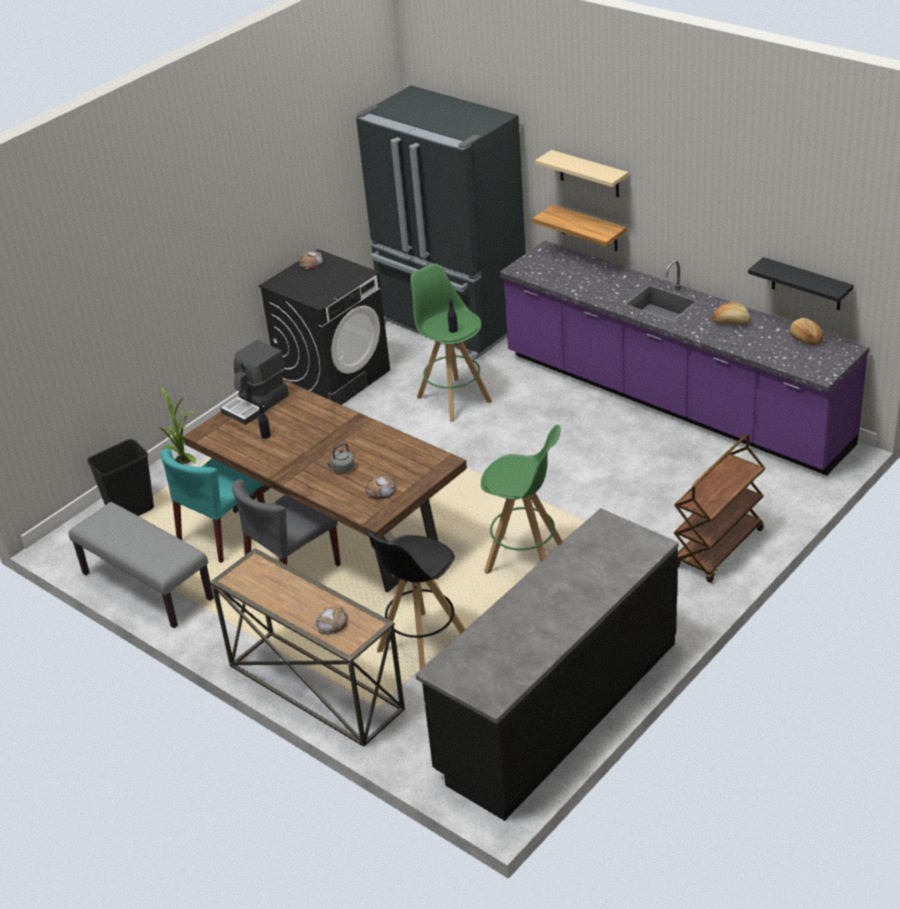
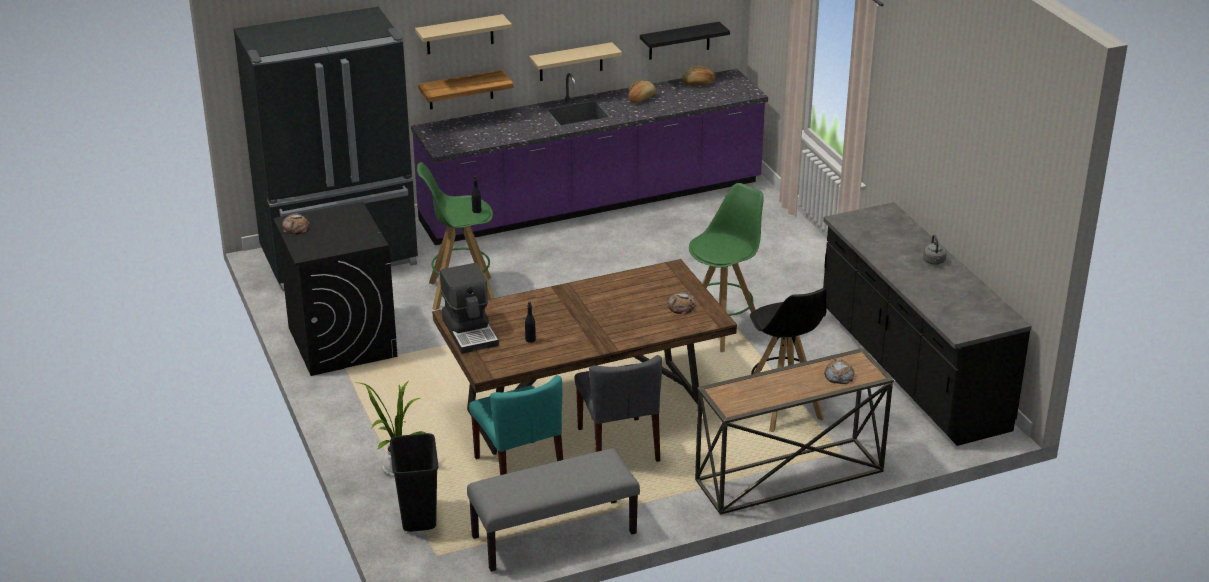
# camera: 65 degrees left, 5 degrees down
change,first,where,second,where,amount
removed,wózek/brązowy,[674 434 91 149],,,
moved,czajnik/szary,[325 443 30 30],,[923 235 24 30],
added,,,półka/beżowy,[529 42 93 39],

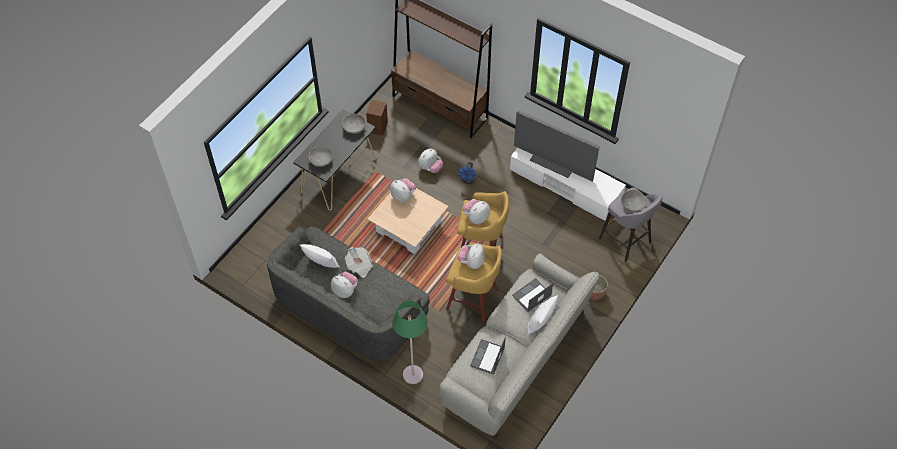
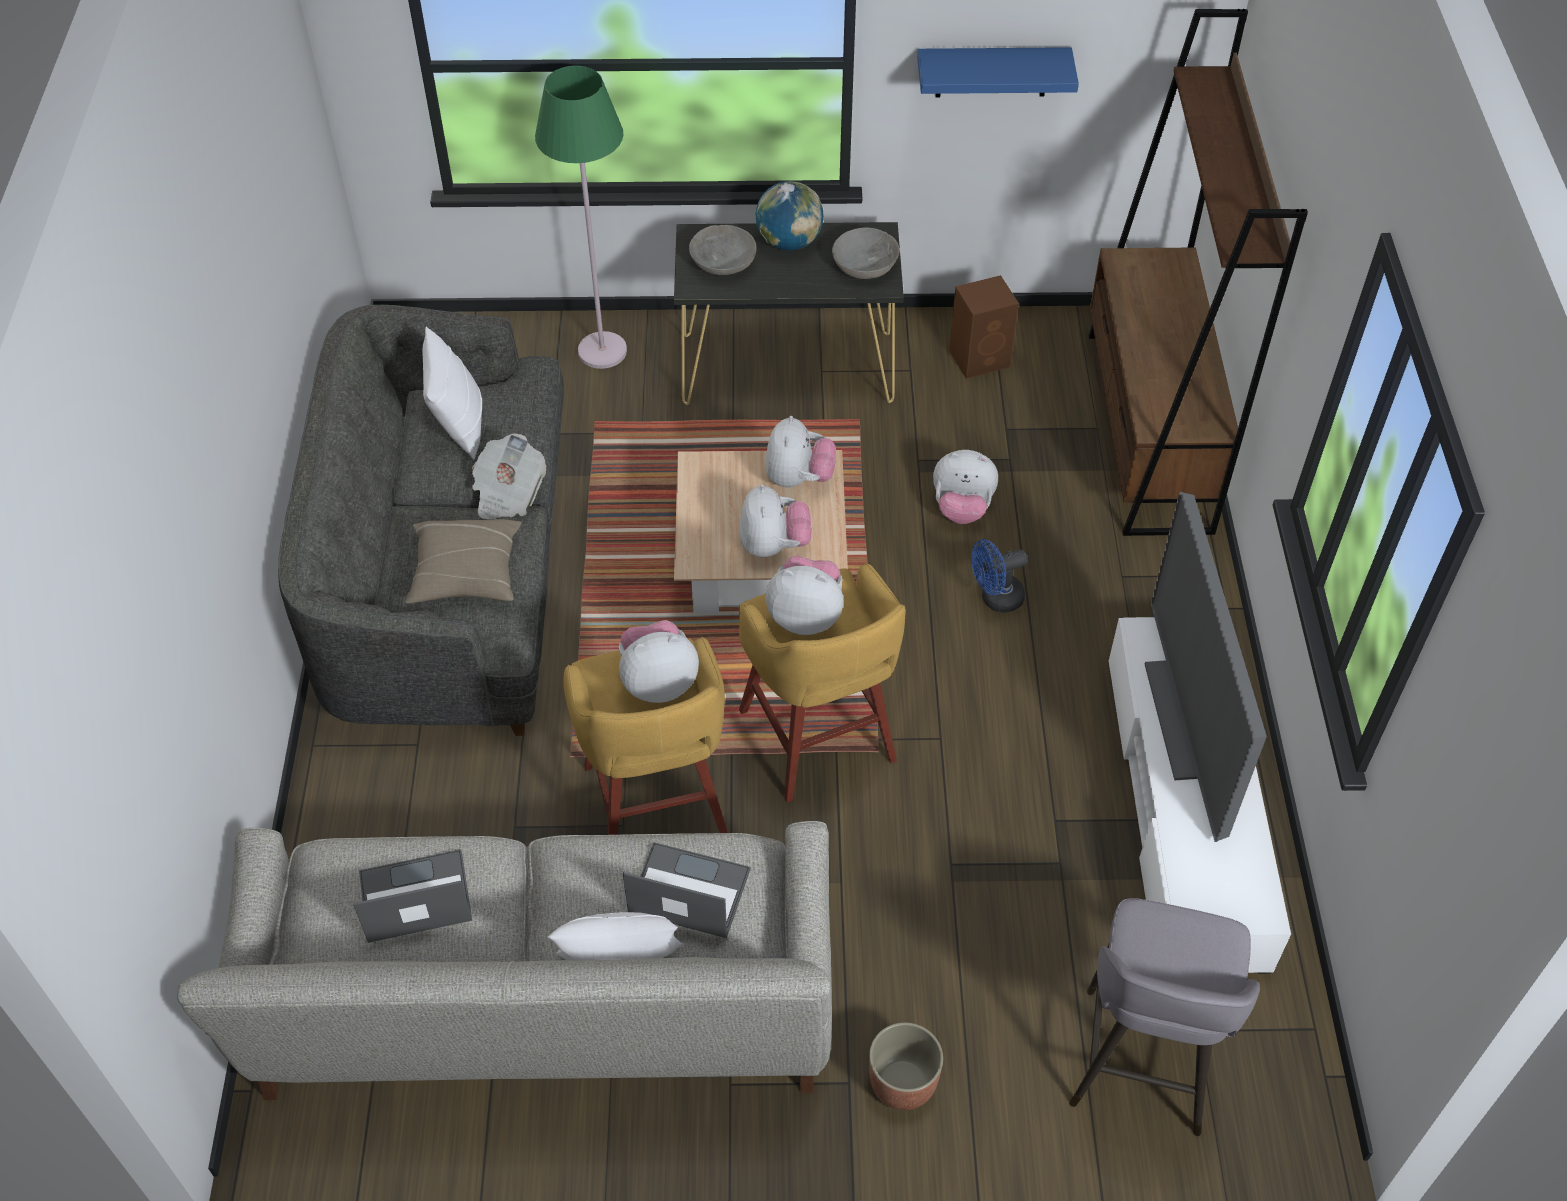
# camera: 55 degrees right, 5 degrees down
change,first,where,second,where,amount
removed,miska/szary,[621 190 26 22],,,
moved,pluszak,[331 272 27 26],,[739 484 73 73],
moved,lampa stojąca/zielony,[392 300 36 84],,[535 66 92 303],
added,,,półka/niebieski,[917 47 162 50],
added,,,globus,[756 181 68 70],
added,,,poduszka/beżowy,[405 519 117 84],

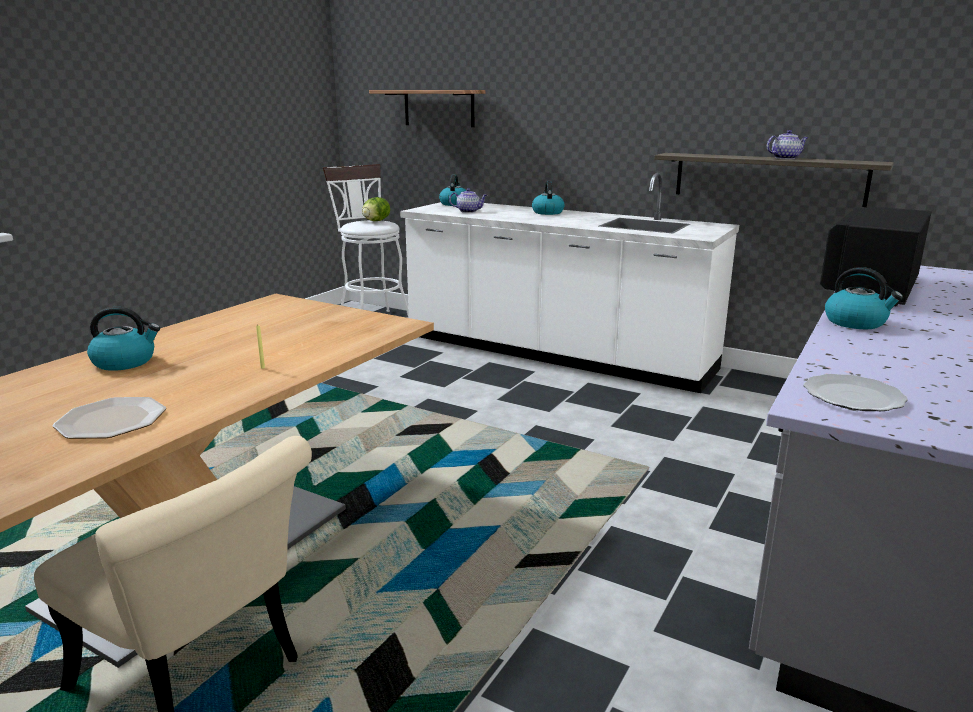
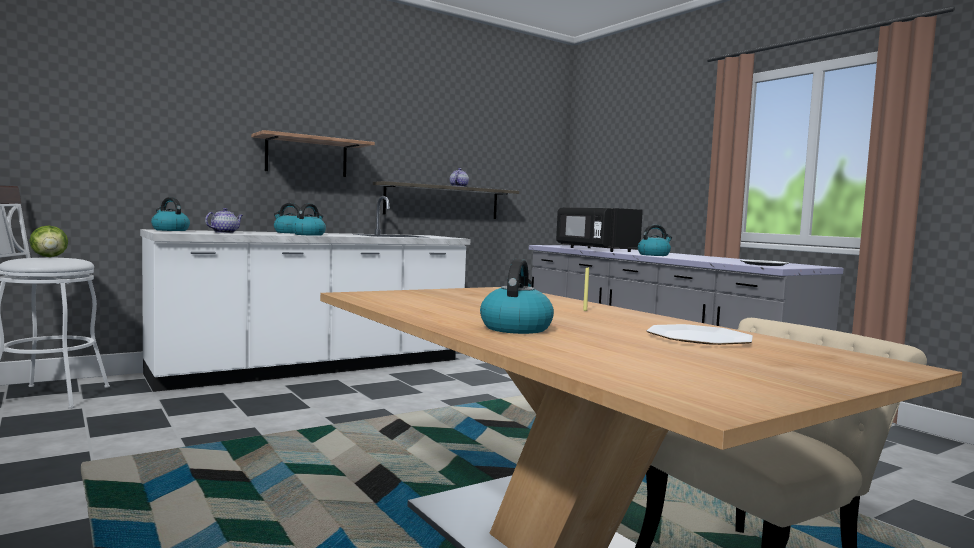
# camera: 65 degrees left, 15 degrees down
change,first,where,second,where,amount
moved,półka,[369 90 117 37],,[251 130 124 47],
added,,,czajnik,[292 203 34 33],

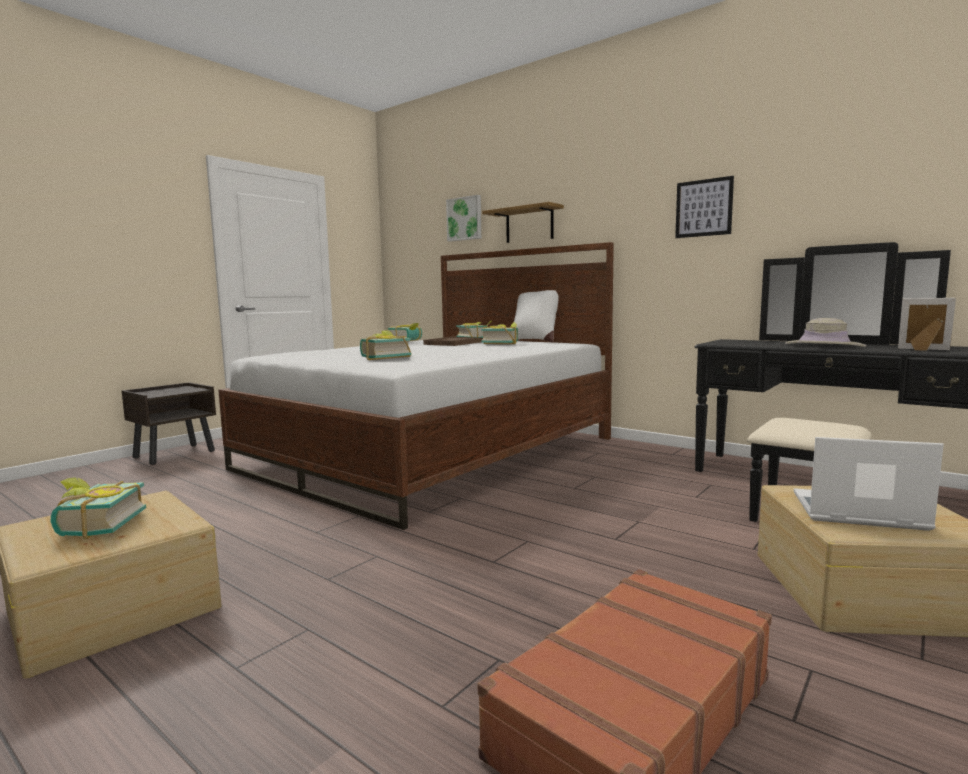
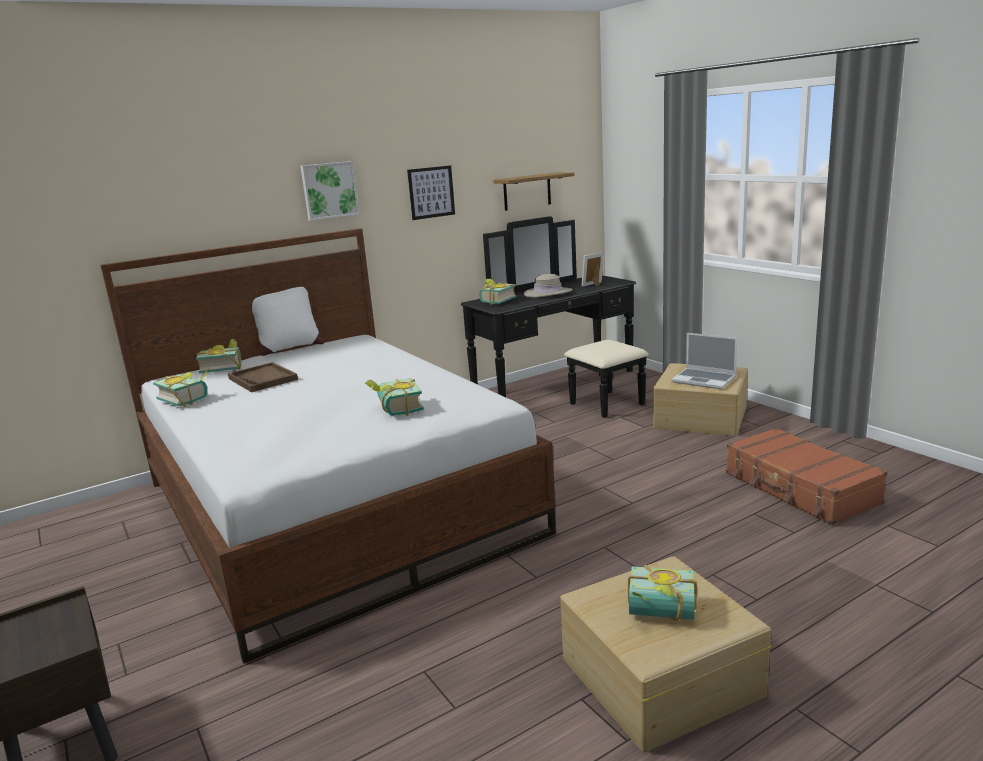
# camera: 70 degrees left, 10 degrees up
change,first,where,second,where,amount
moved,obraz,[446 195 35 47],,[301 161 59 60],
moved,półka,[482 202 82 41],,[493 172 82 39],
moved,książka,[481 322 37 22],,[479 279 38 26],
turned,laptop,[794 437 150 94],,[671 333 66 56],90 degrees counterclockwise

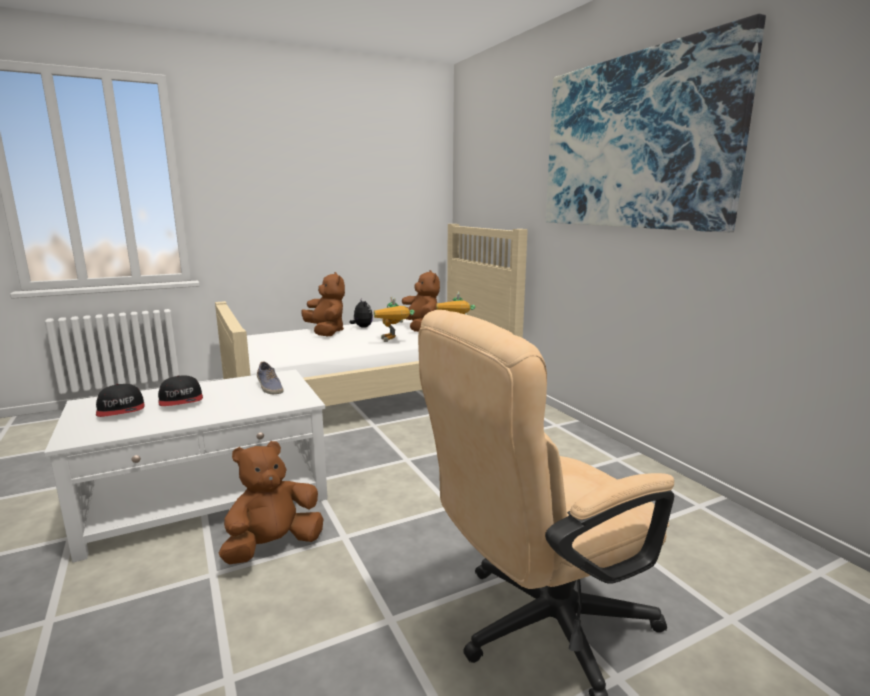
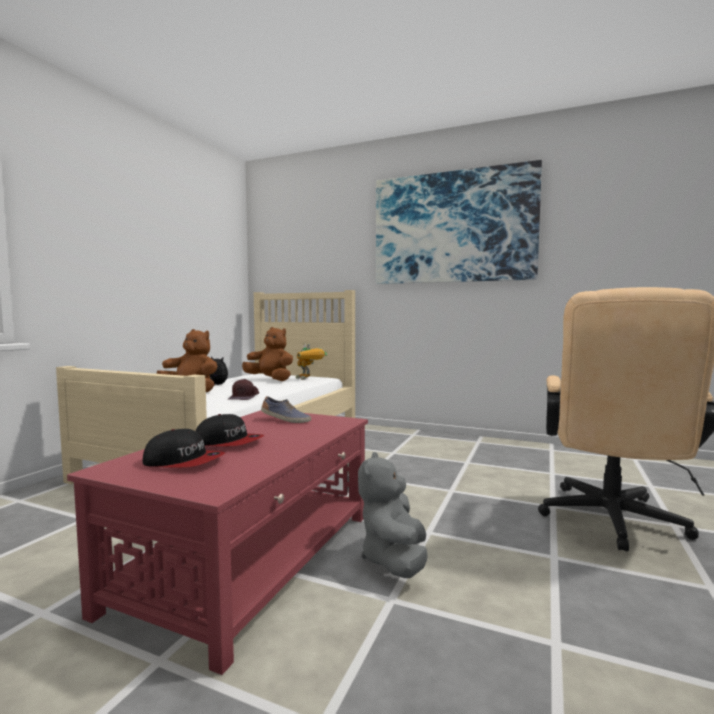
# camera: 40 degrees left, 10 degrees down
change,first,where,second,where,amount
removed,robot zabawkowy,[374 296 41 46],,,
recoloured,ława/biały,[44 370 284 193],ława/czerwony,[67 410 301 265],
recoloured,pluszak/brązowy,[219 441 104 123],pluszak/szary,[358 452 70 126],
added,,,czapka z daszkiem/brązowy,[228 379 31 21],

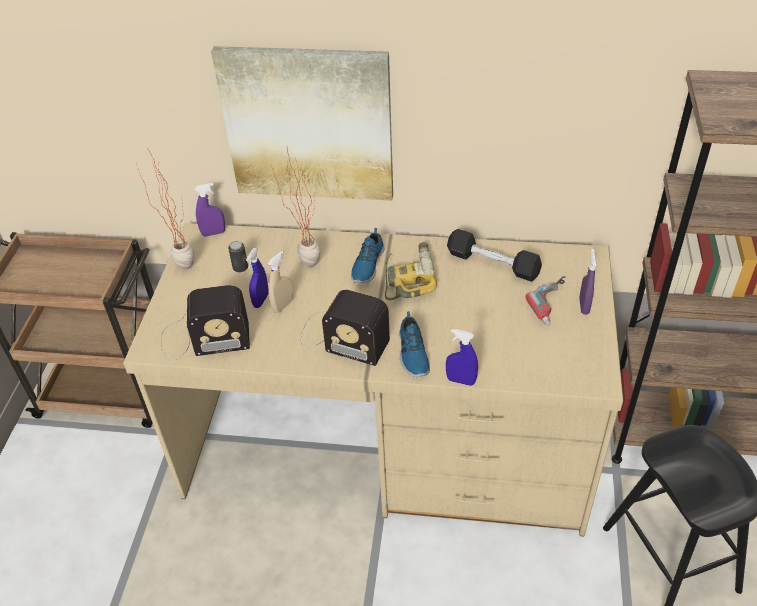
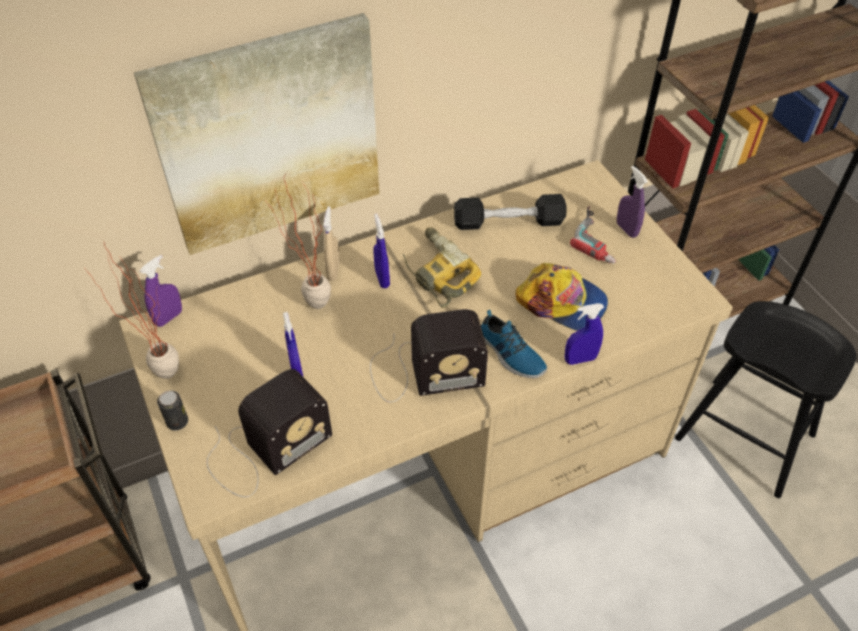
# camera: 35 degrees left, 5 degrees up
change,first,where,second,where,amount
replaced,but,[351 228 34 56],spryskiwacz/niebieski,[373 214 17 74],
moved,puszka,[228 241 20 31],,[157 390 31 40],
moved,spryskiwacz/beżowy,[268 251 25 62],,[323 206 17 75],
added,,,czapka z daszkiem,[516 263 92 68],

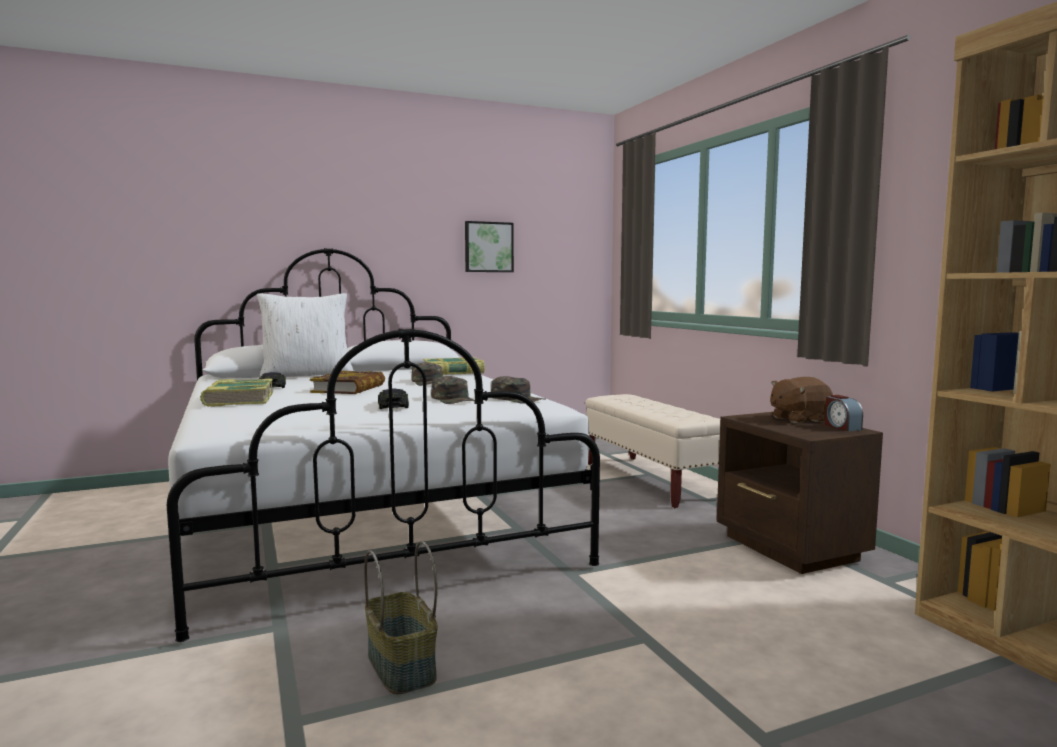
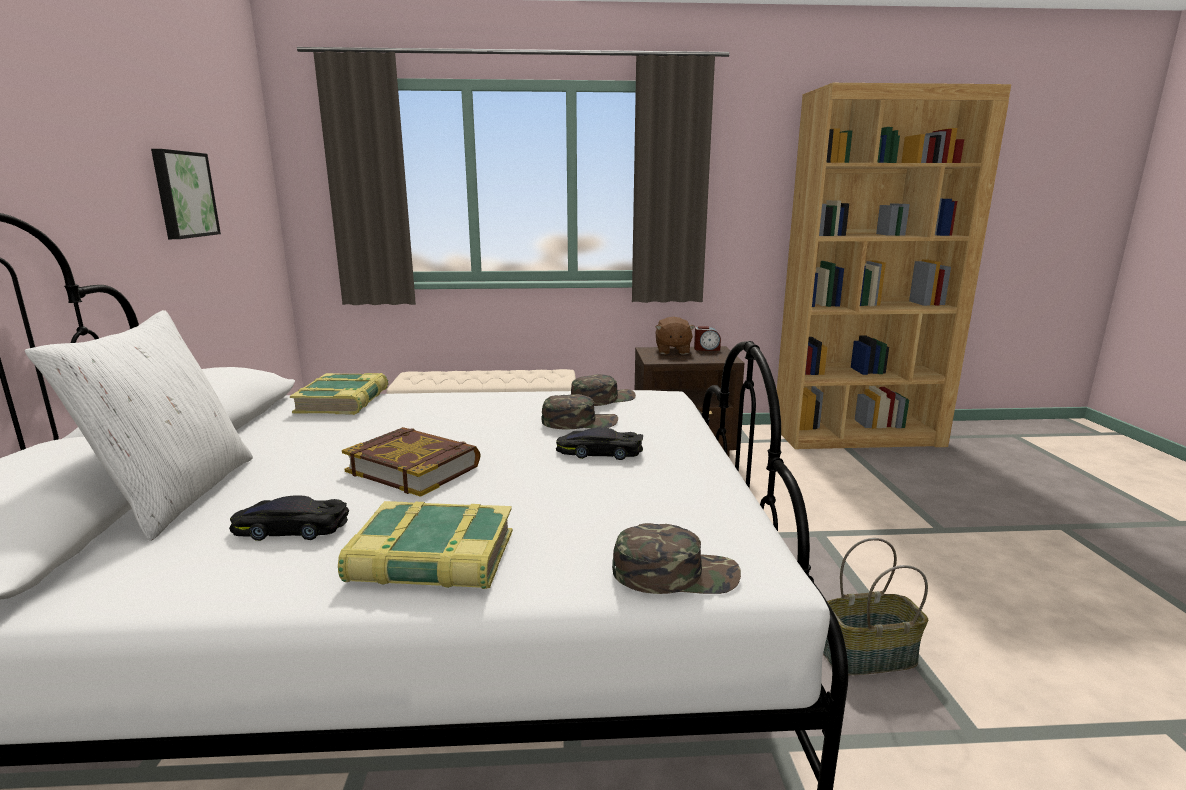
# camera: 70 degrees left, 10 degrees up
change,first,where,second,where,amount
moved,czapka z daszkiem/zielony,[411 363 32 23],,[612 523 129 71],

